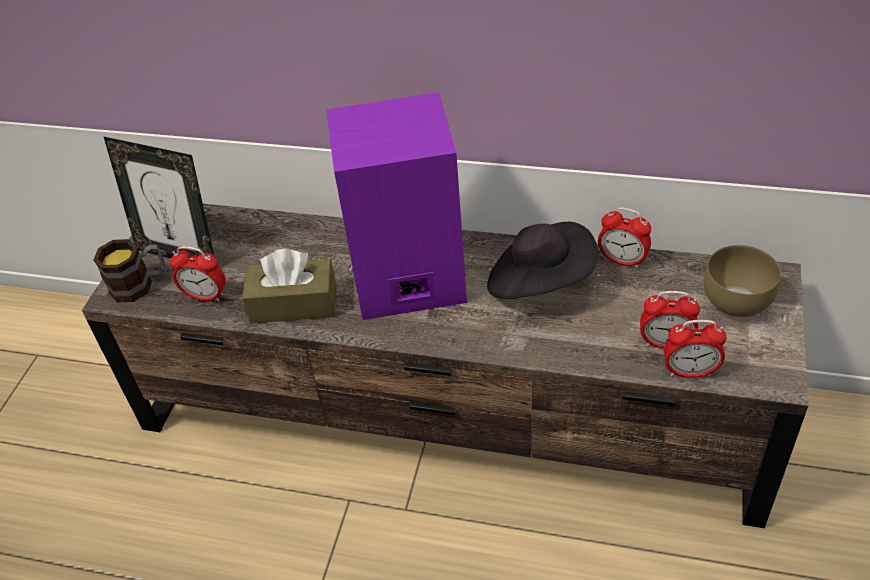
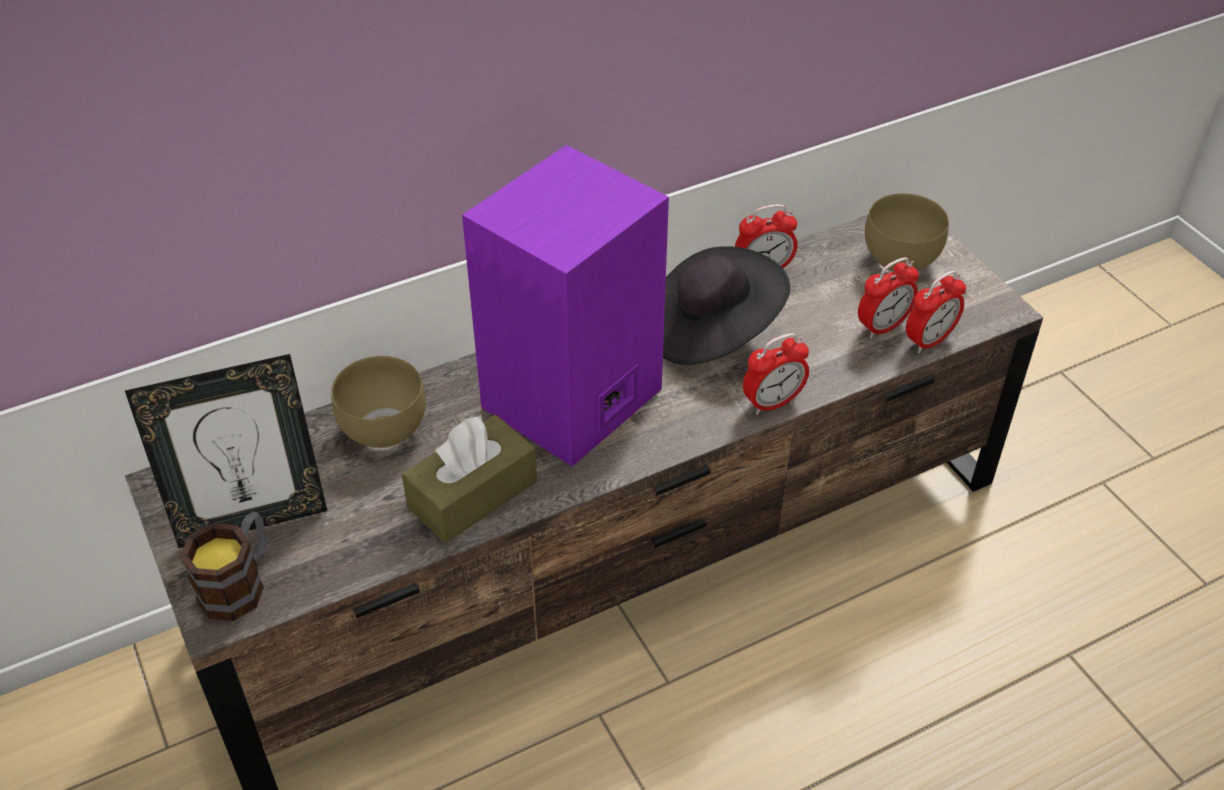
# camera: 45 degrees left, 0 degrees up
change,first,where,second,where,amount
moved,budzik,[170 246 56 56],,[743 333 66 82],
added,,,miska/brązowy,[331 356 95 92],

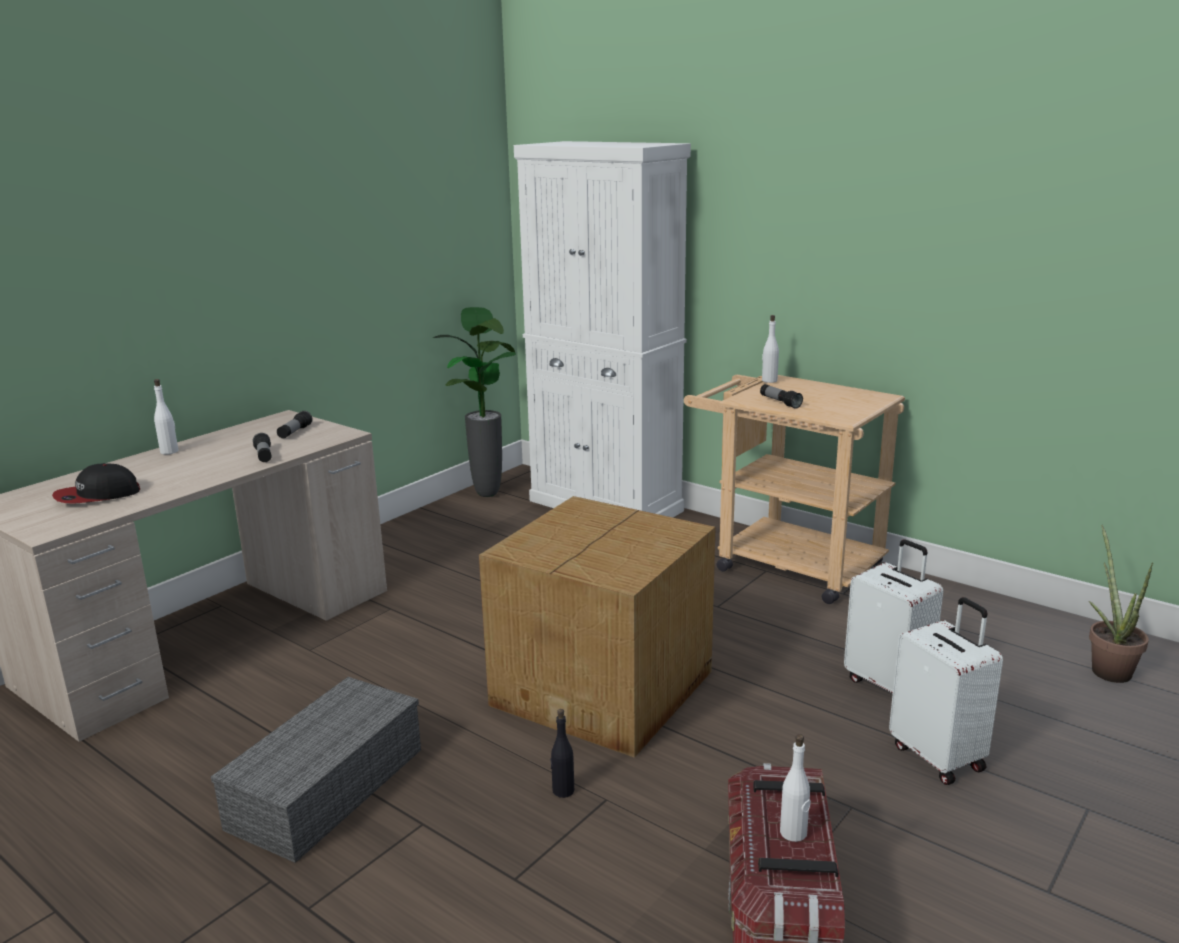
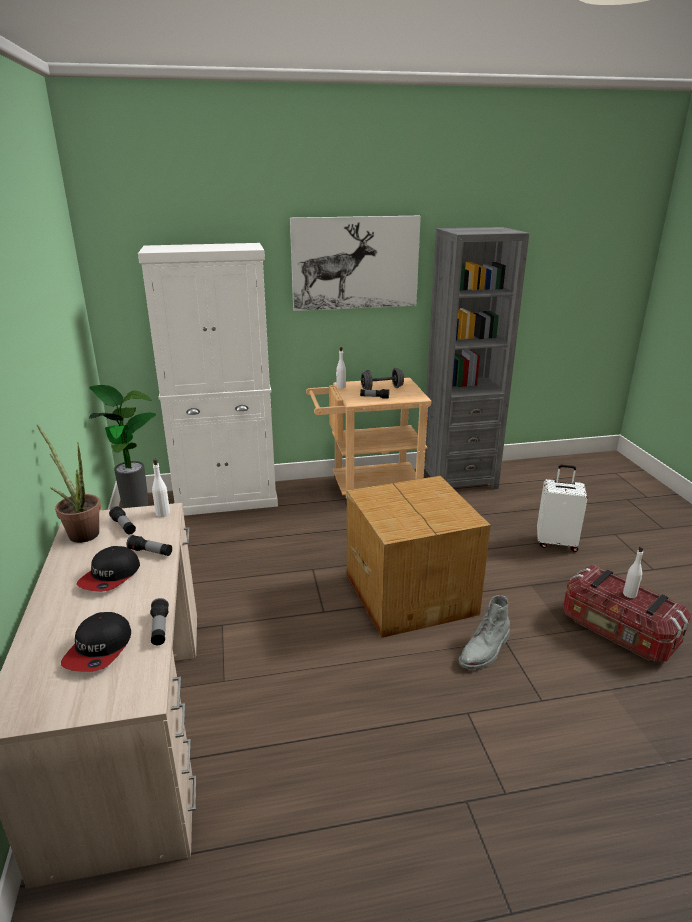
# camera: 50 degrees left, 5 degrees up
change,first,where,second,where,amount
moved,butelka/biały,[154 379 24 76],,[152 459 18 58],
moved,roślina doniczkowa,[1089 525 64 158],,[37 425 64 118],
removed,walizka/biały,[844 540 99 153],,,
removed,pojemnik do przechowywania/szary,[211 677 210 186],,,
replaced,butelka/czarny,[550 709 24 89],but z cholewką/szary,[458 595 52 74],
added,,,obraz,[290 216 131 95],
added,,,regał/szary,[424 227 106 263],
added,,,hantel/szary,[361 368 43 22],
added,,,czapka z daszkiem,[76 546 64 46],
added,,,latarka,[150 598 19 47],

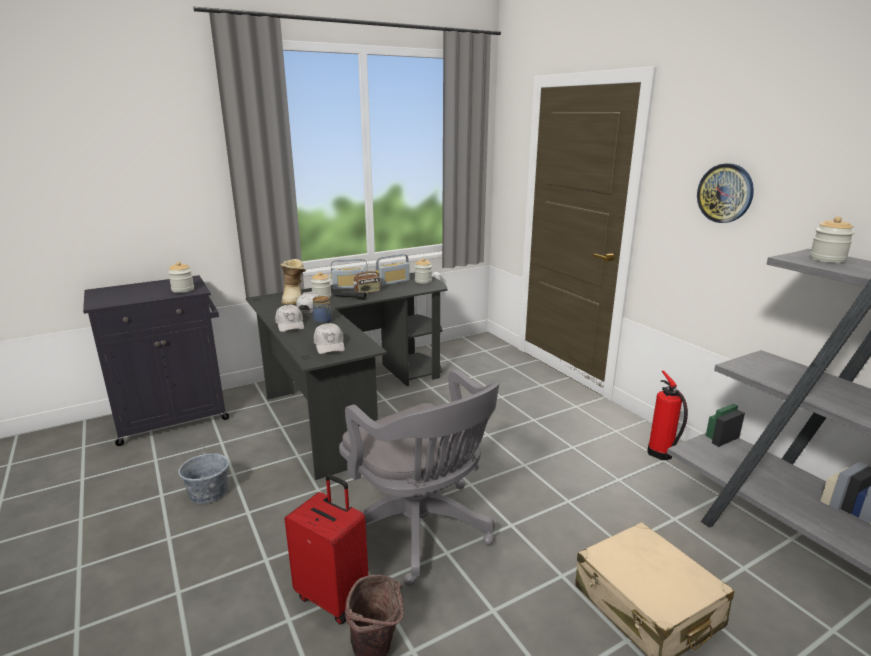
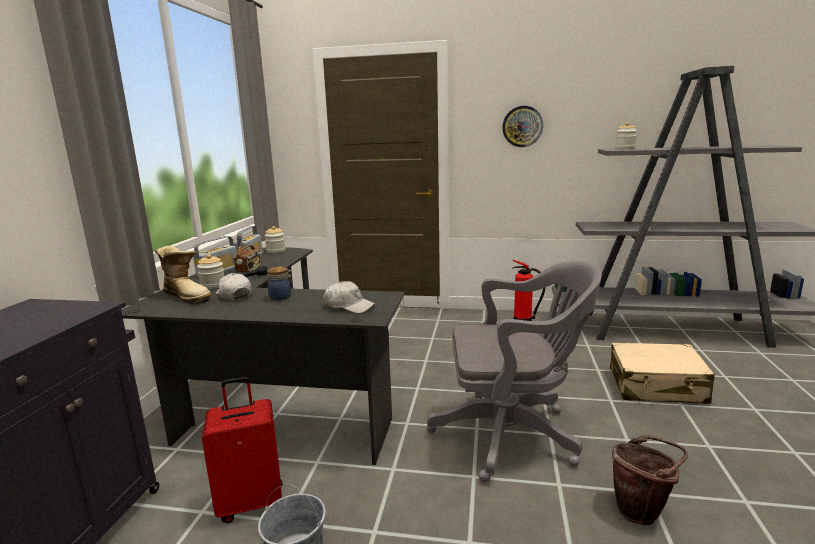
# camera: 50 degrees left, 5 degrees down
change,first,where,second,where,amount
removed,słoik,[168 262 26 31],,,
removed,czapka z daszkiem/biały,[275 304 29 28],,,
moved,walizka/czerwony,[285 474 83 151],,[202 377 81 146],

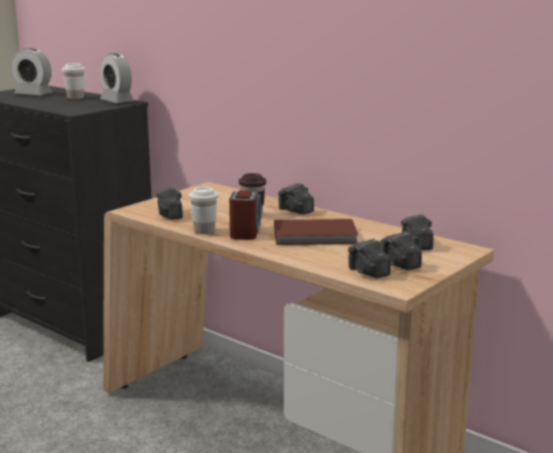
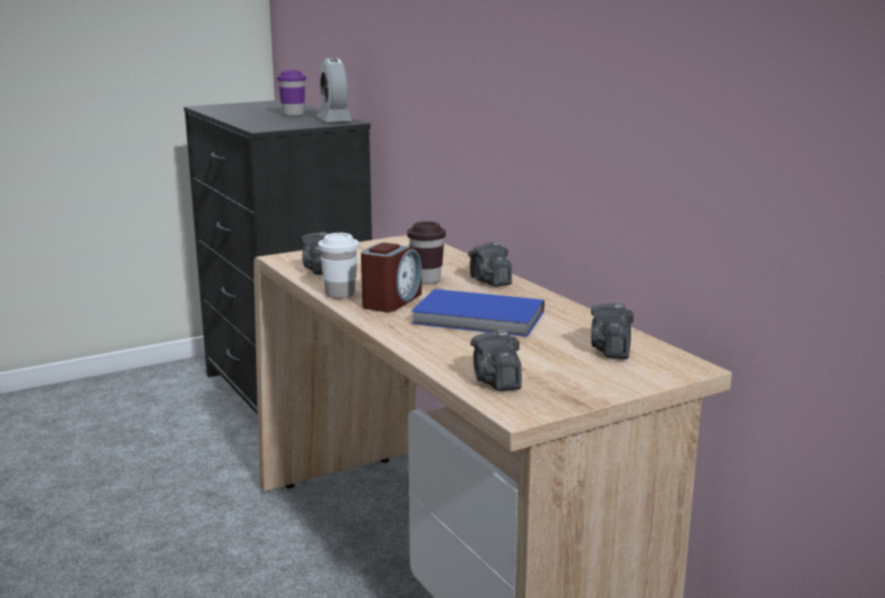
# camera: 20 degrees right, 0 degrees up
change,first,where,second,where,amount
removed,budzik,[11 48 41 47],,,
recoloured,filiżanka/biały,[62 63 23 37],filiżanka/fioletowy,[277 70 29 46],
recoloured,książka/brązowy,[274 219 84 26],książka/niebieski,[411 289 134 48],
removed,aparat fotograficzny,[380 232 42 38],,,

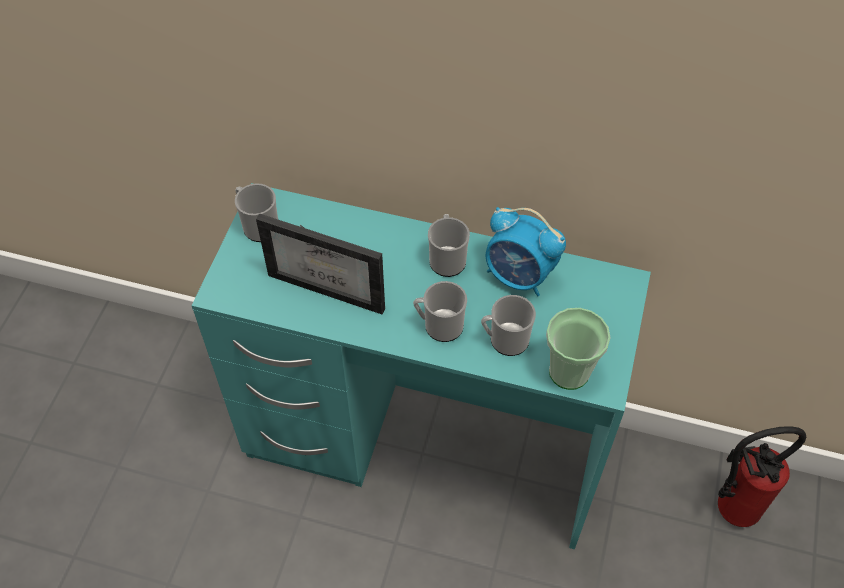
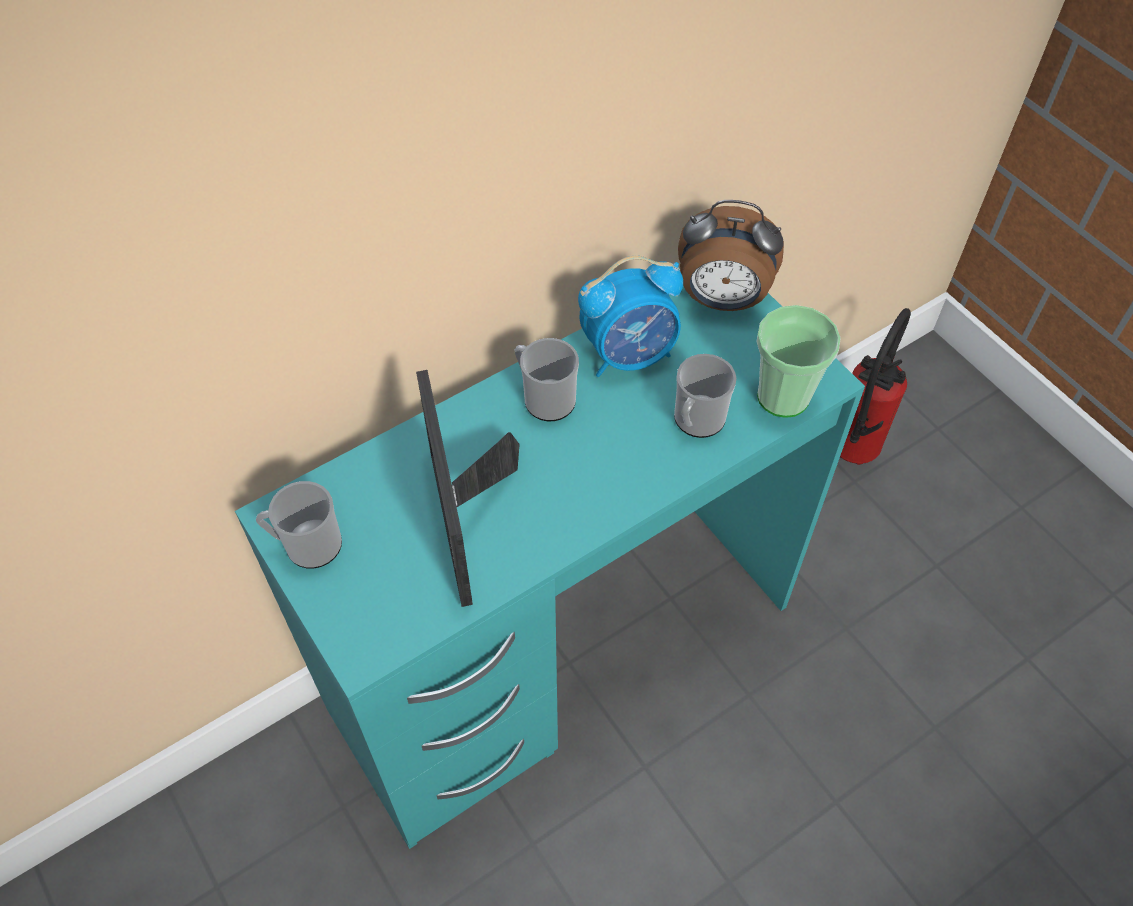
# camera: 50 degrees left, 0 degrees up
change,first,where,second,where,amount
turned,ramka na zdjęcie,[256 213 129 101],,[416 370 104 237],105 degrees clockwise
removed,kubek,[413 281 54 61],,,
added,,,budzik,[678 200 106 111],

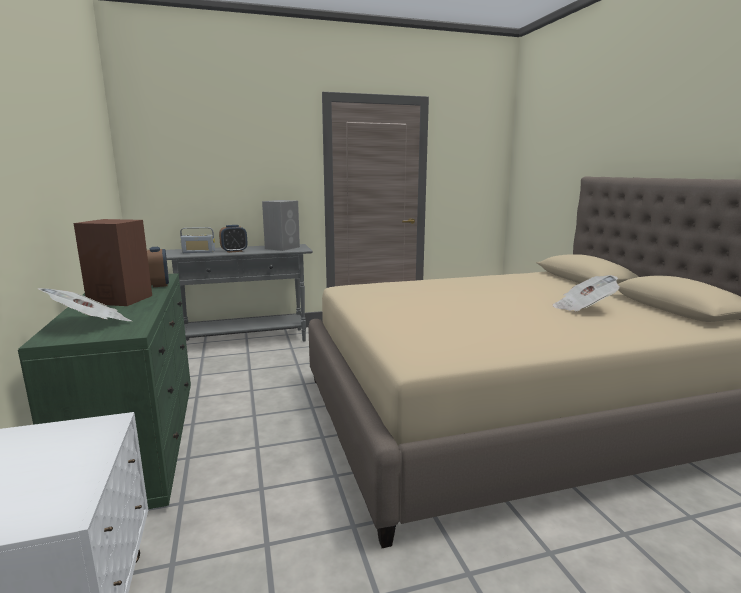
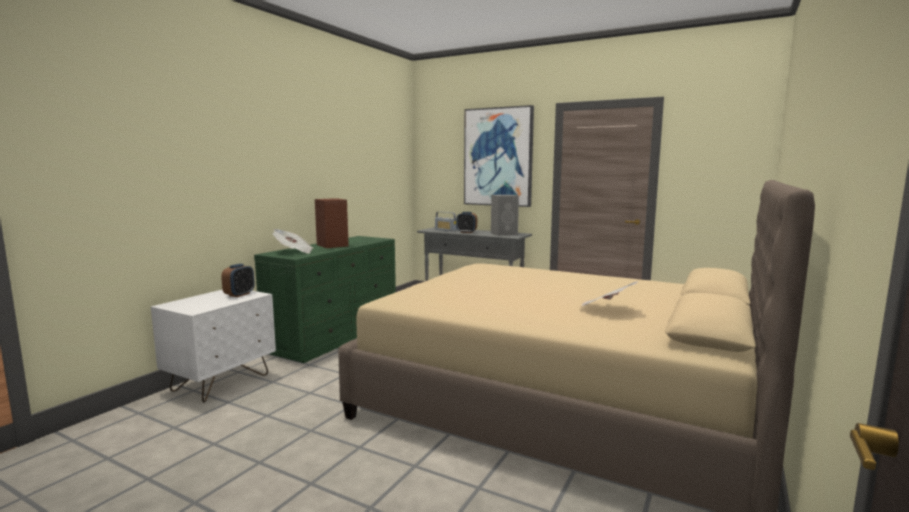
# camera: 45 degrees right, 5 degrees down
change,first,where,second,where,amount
moved,budzik,[147 247 22 40],,[221 264 34 33],
added,,,obraz,[464 105 70 102],

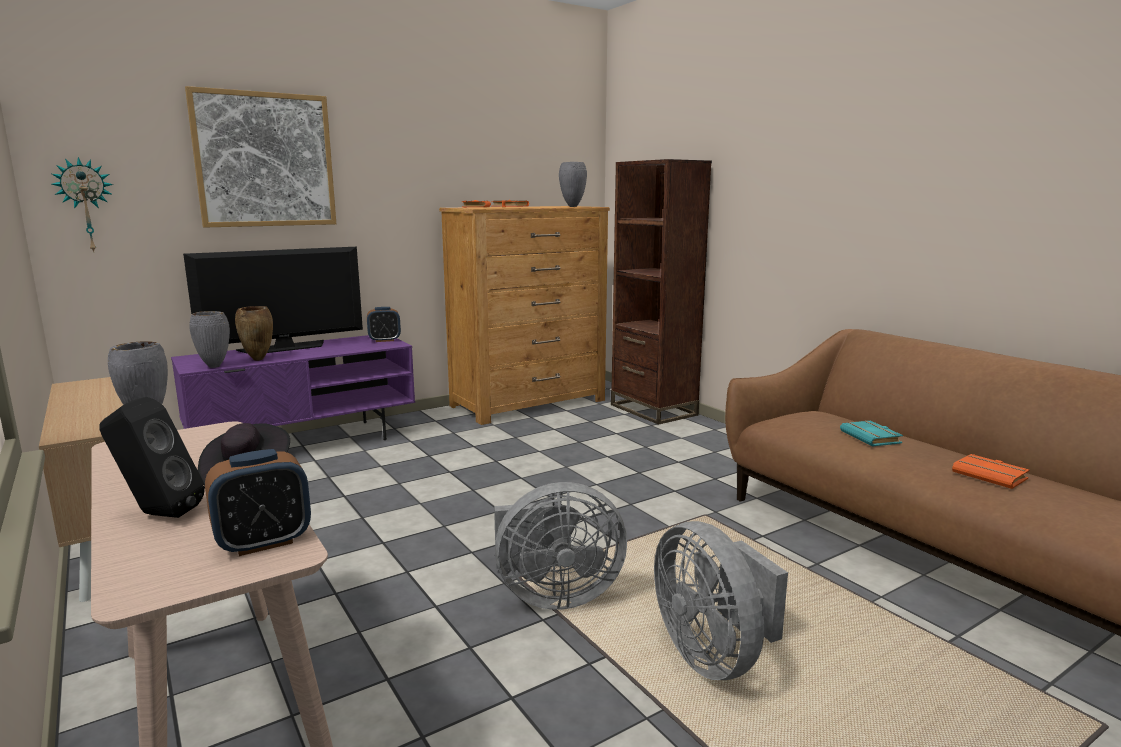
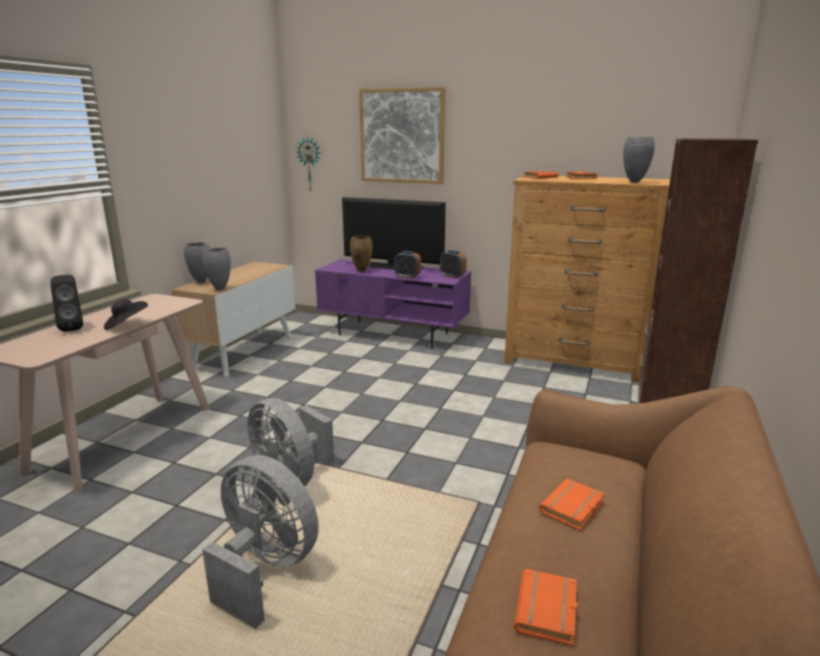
# camera: 55 degrees right, 5 degrees up
change,first,where,second,where,amount
moved,wazon/szary,[189 311 41 57],,[184 242 26 41],
recoloured,książka/turkusowy,[840 421 63 26],książka/pomarańczowy,[539 479 66 52],
moved,budzik,[205 449 106 107],,[394 251 27 28],
turned,wentylator/szary,[654 521 134 159],,[202 455 117 174],90 degrees clockwise

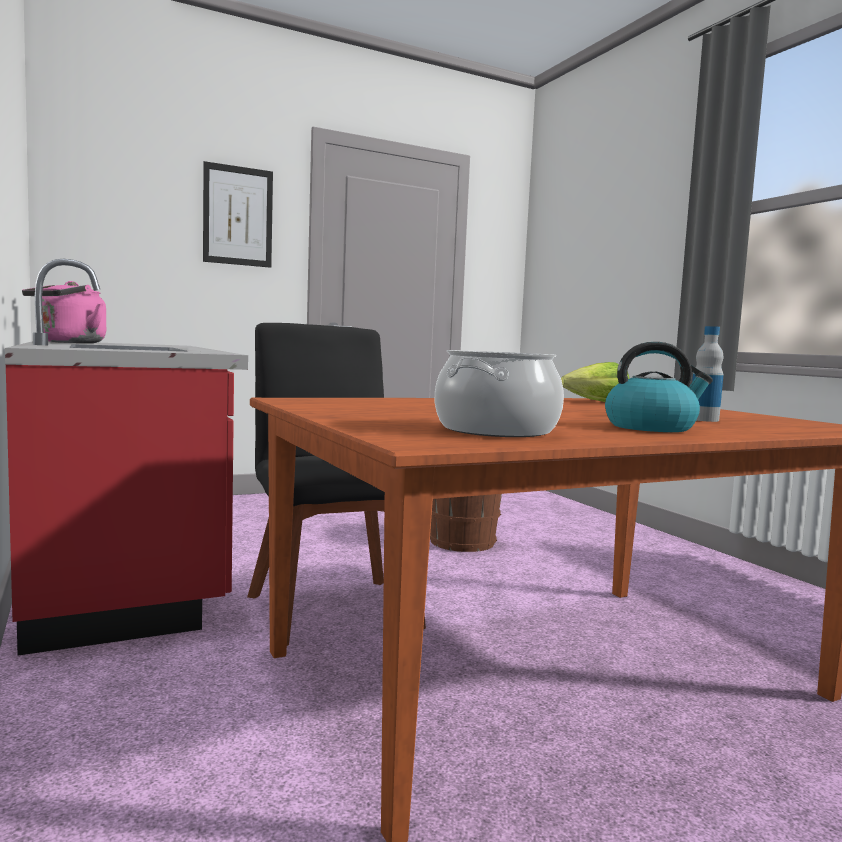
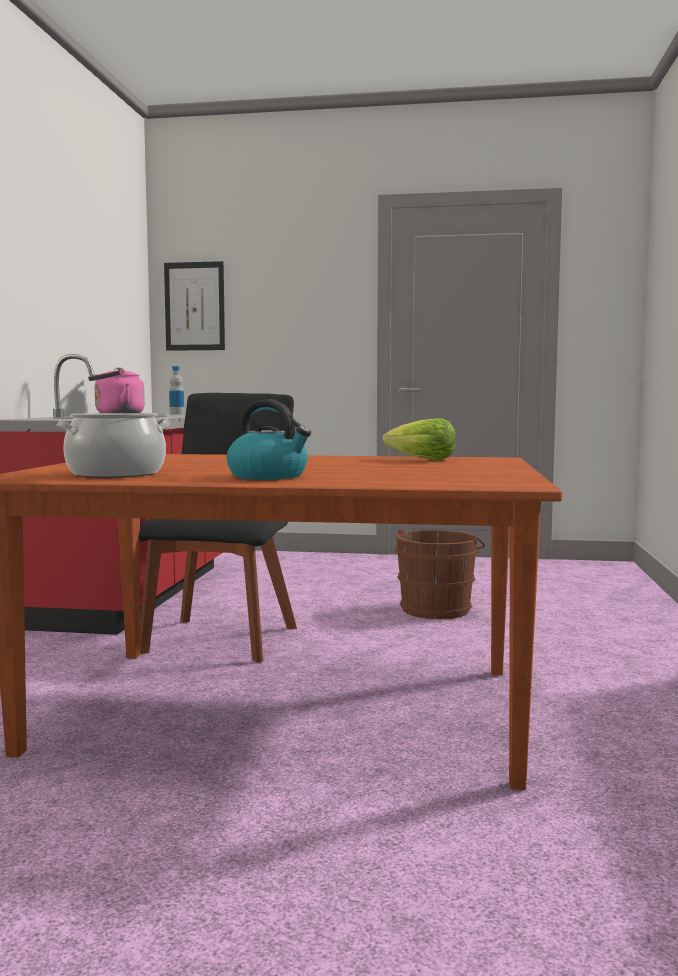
# camera: 35 degrees right, 0 degrees up
change,first,where,second,where,amount
moved,obraz,[203 161 70 107],,[164 261 61 90],
moved,butelka,[692 326 32 96],,[169 366 15 49],

